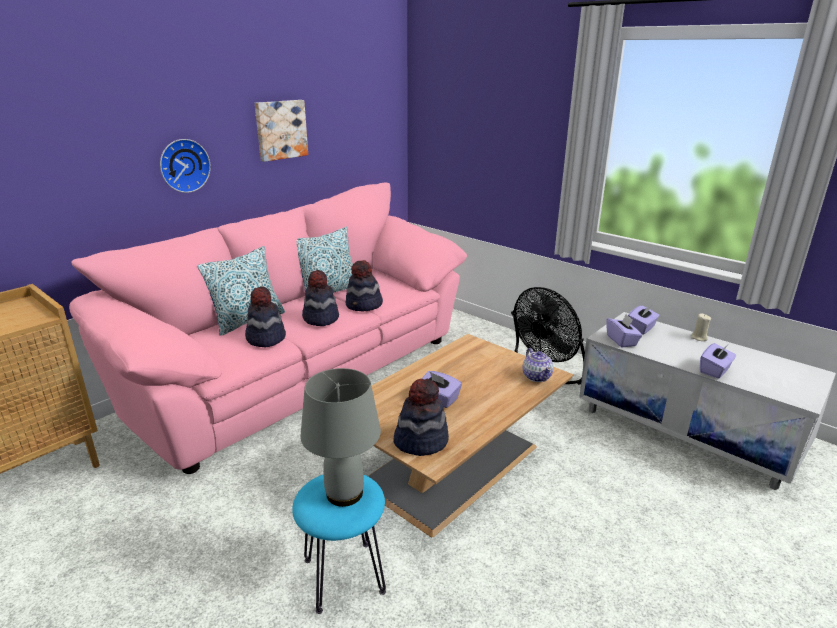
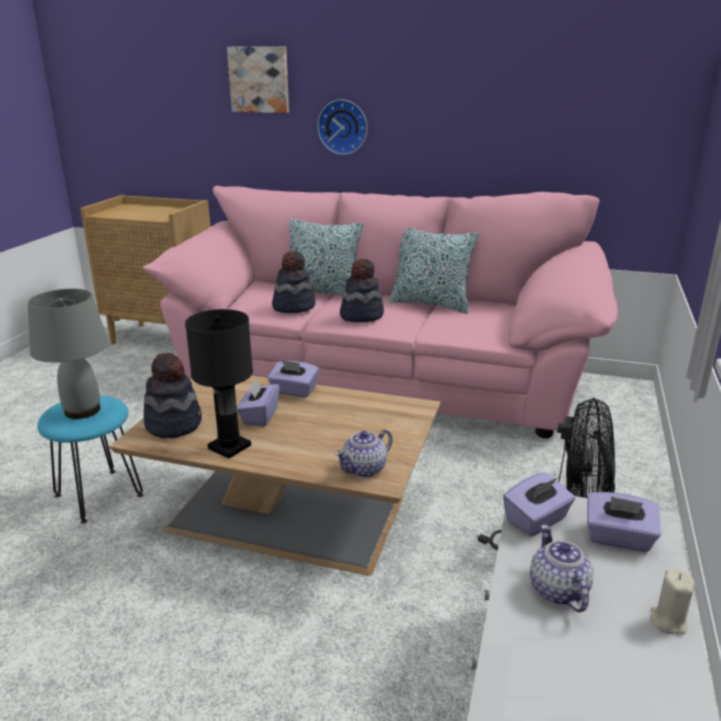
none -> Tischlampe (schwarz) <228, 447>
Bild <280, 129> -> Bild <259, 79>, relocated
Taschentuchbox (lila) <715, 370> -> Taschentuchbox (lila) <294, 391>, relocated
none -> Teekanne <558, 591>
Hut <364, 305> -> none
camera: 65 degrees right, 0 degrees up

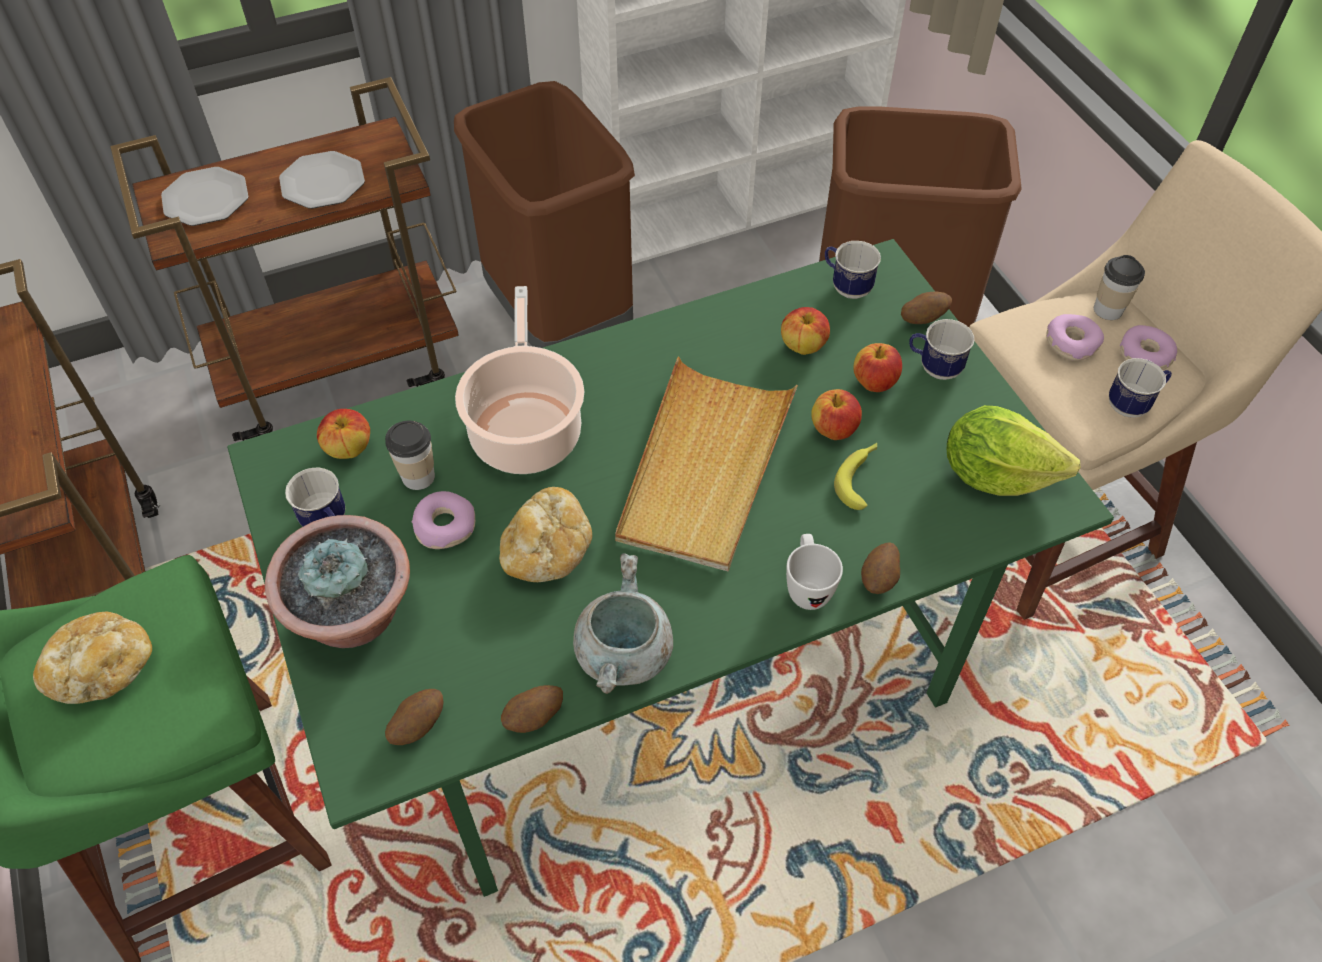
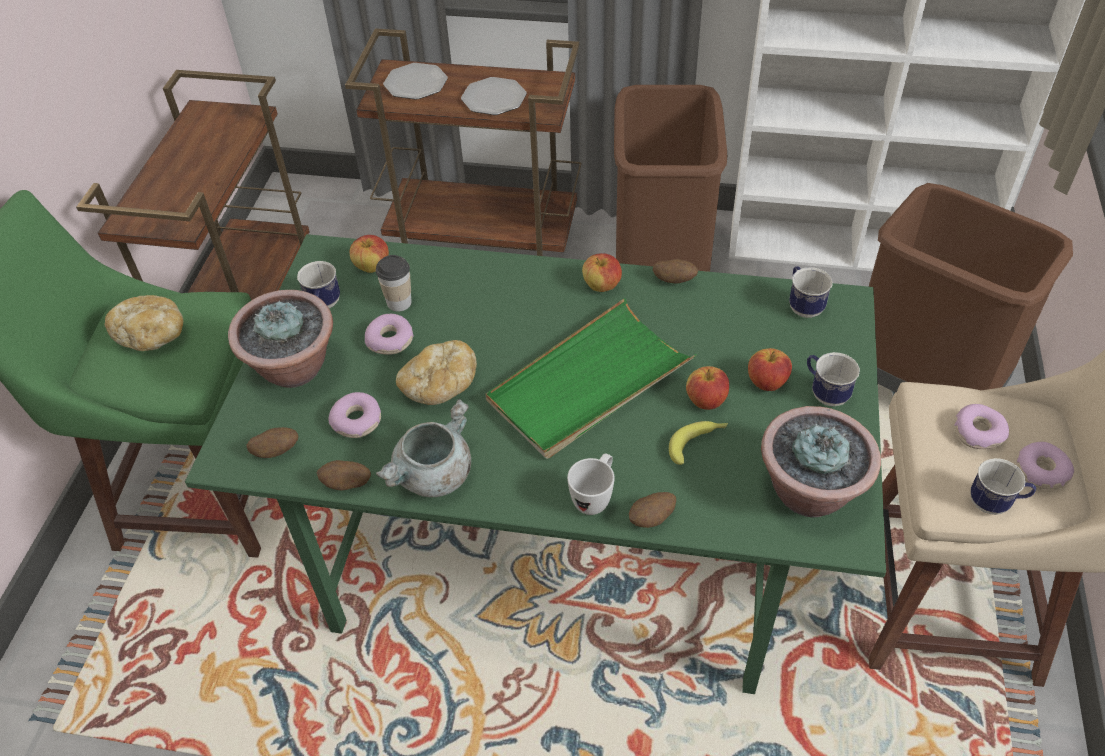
none -> Donut <357, 421>
Tablett (beige) <704, 468> -> Tablett (grün) <589, 383>
Apfel <803, 346> -> Apfel <602, 286>, relocated
Kartoffel <922, 319> -> Kartoffel <674, 280>, relocated
Salatkopf <995, 474> -> Topfpflanze <809, 492>
Kochtopf <526, 429> -> none
Tasse <1108, 310> -> none
camera: 35 degrees right, 5 degrees down

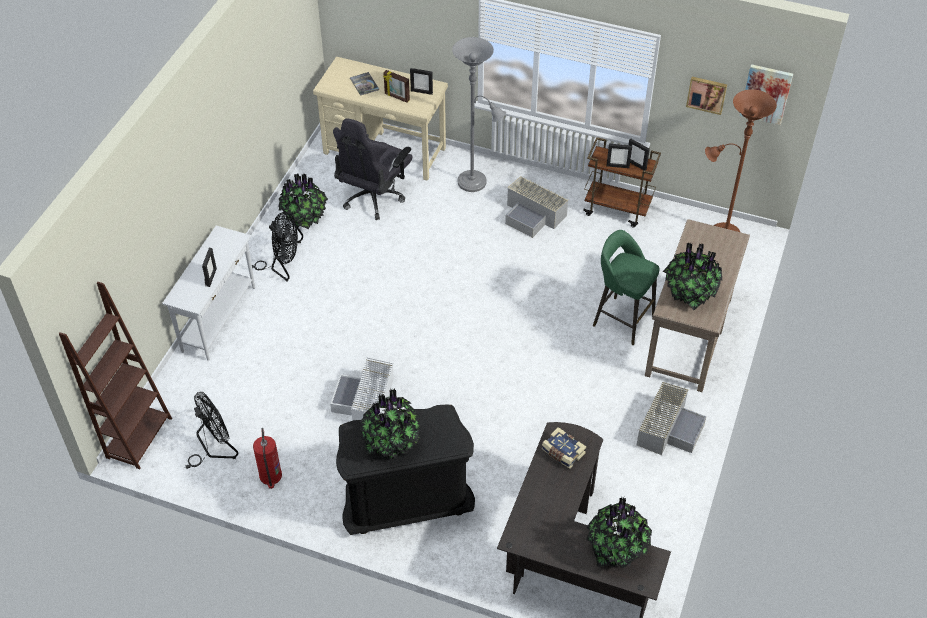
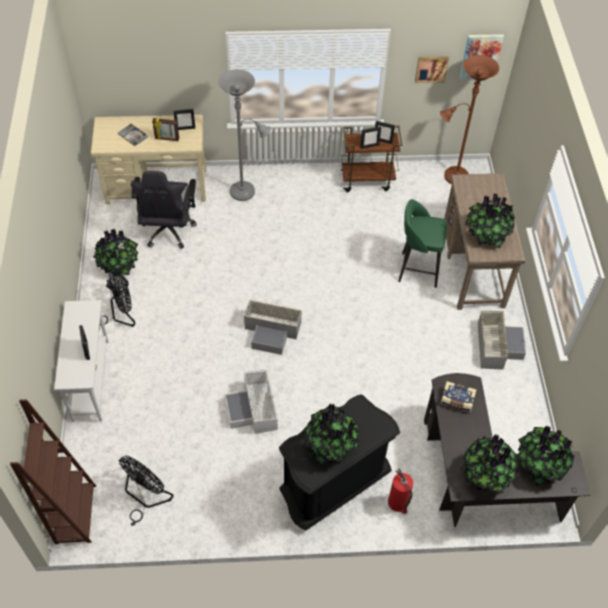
Aufbewahrungsbox (grau) <533, 215> -> Aufbewahrungsbox (grau) <272, 331>, relocated
Feuerlöscher <270, 476> -> Feuerlöscher <398, 503>, relocated
none -> Topfpflanze <485, 476>
camera: 25 degrees left, 5 degrees up

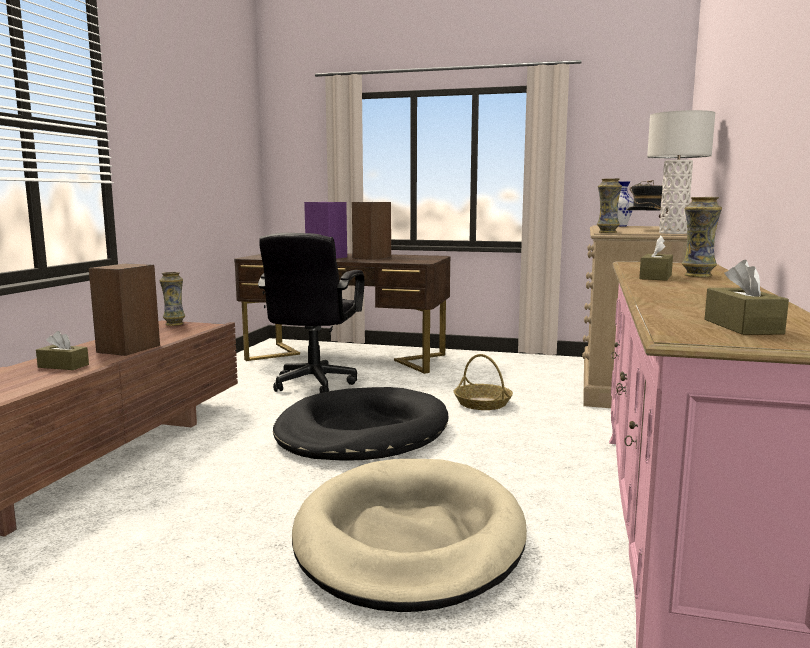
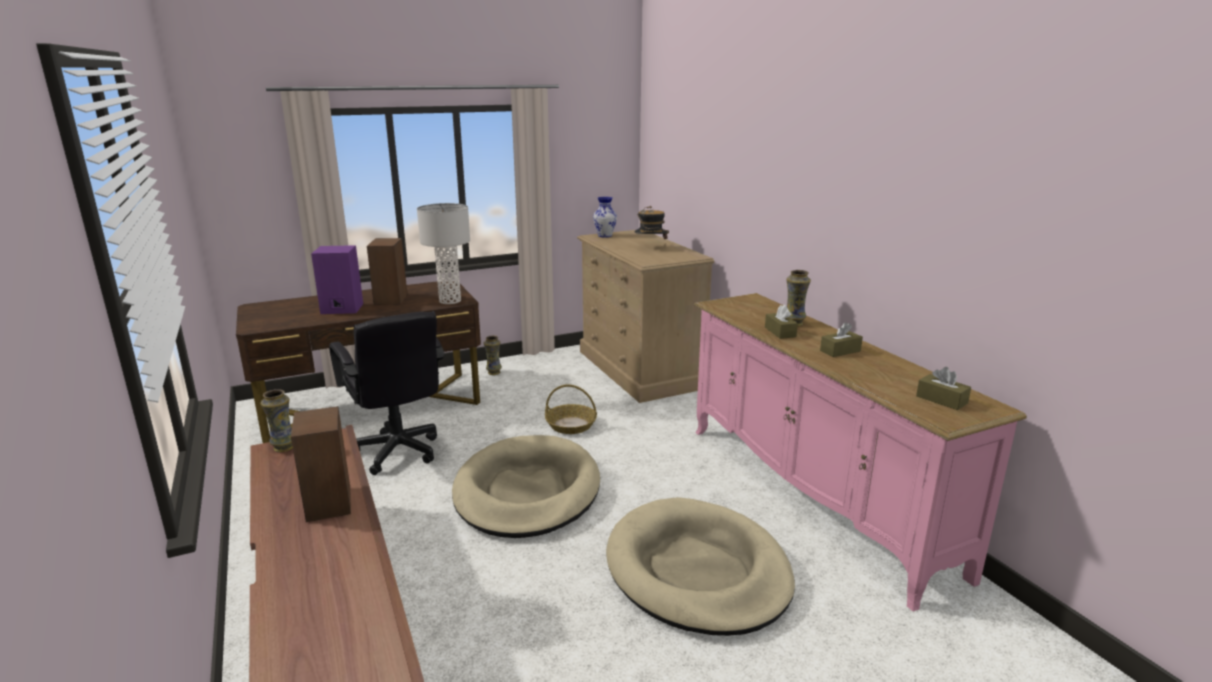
Tischlampe (weiß) <673, 233> -> Tischlampe (weiß) <450, 301>, relocated
Hundebett (schwarz) <362, 432> -> Hundebett (beige) <527, 492>
Vase <607, 232> -> Vase <493, 373>, relocated
Taschentuchbox (braun) <63, 366> -> Taschentuchbox (braun) <840, 351>, relocated
camera: 40 degrees left, 10 degrees up

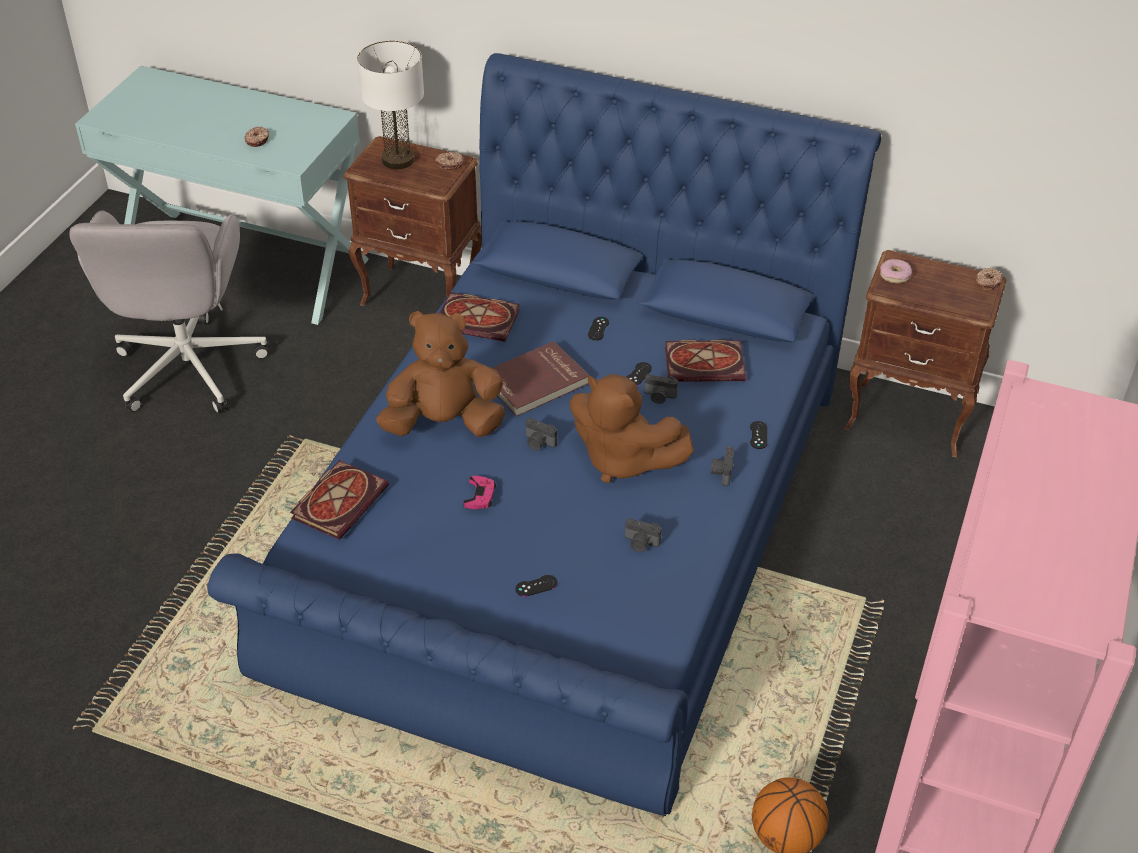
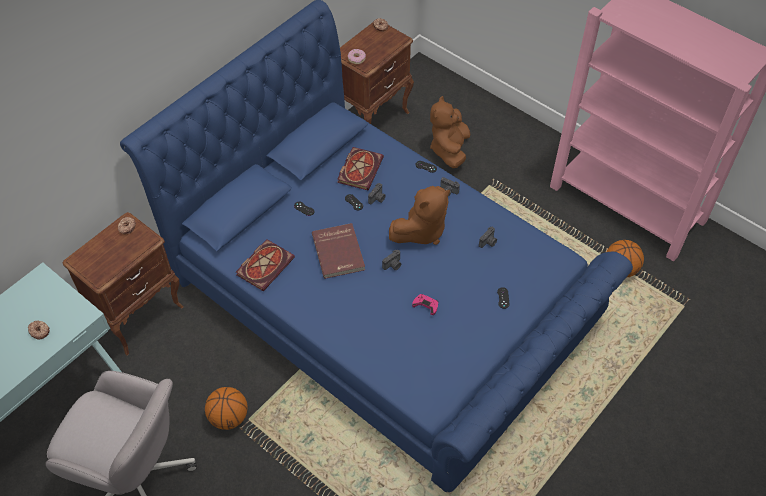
none -> Basketball <228, 417>
Plüschtier (braun) <444, 423> -> Plüschtier (braun) <449, 150>, relocated
Buch <340, 500> -> none
Tischlampe <398, 160> -> none
camera: 70 degrees left, 10 degrees up

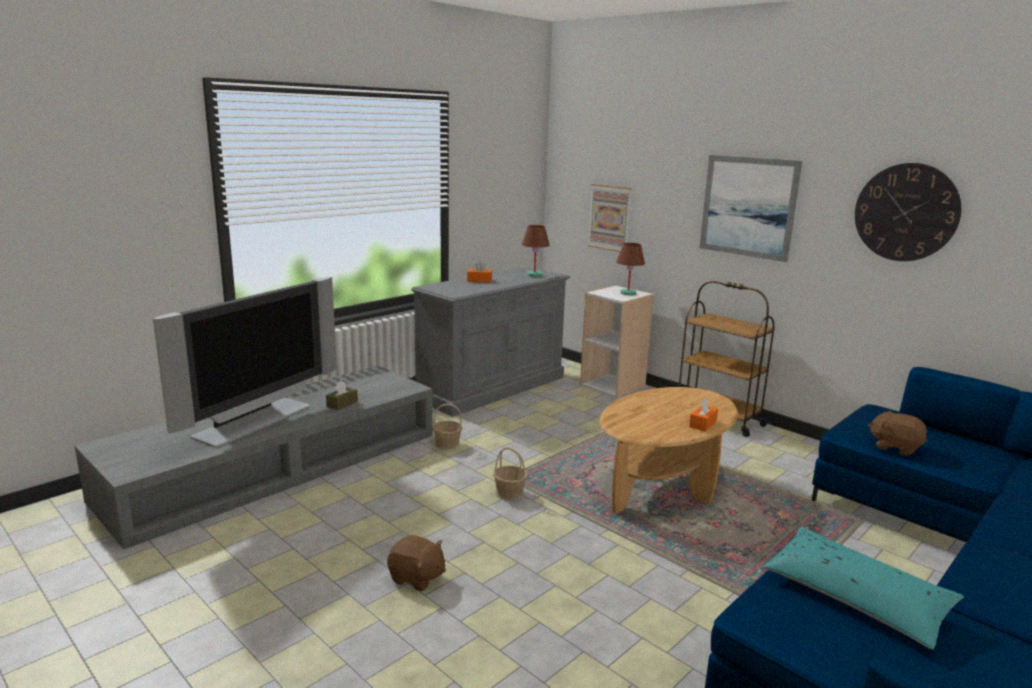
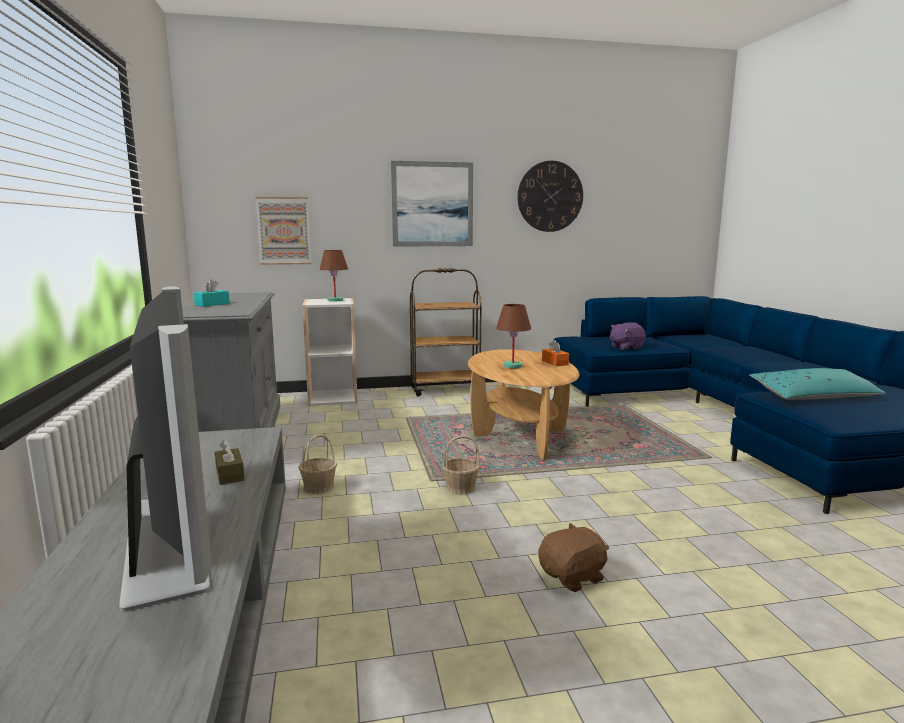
Taschentuchbox (orange) <479, 280> -> Taschentuchbox (türkis) <212, 304>
Tischlampe (braun) <534, 275> -> Tischlampe (braun) <512, 366>, relocated
Plüschtier (braun) <895, 447> -> Plüschtier (lila) <626, 347>
camera: 55 degrees left, 5 degrees down

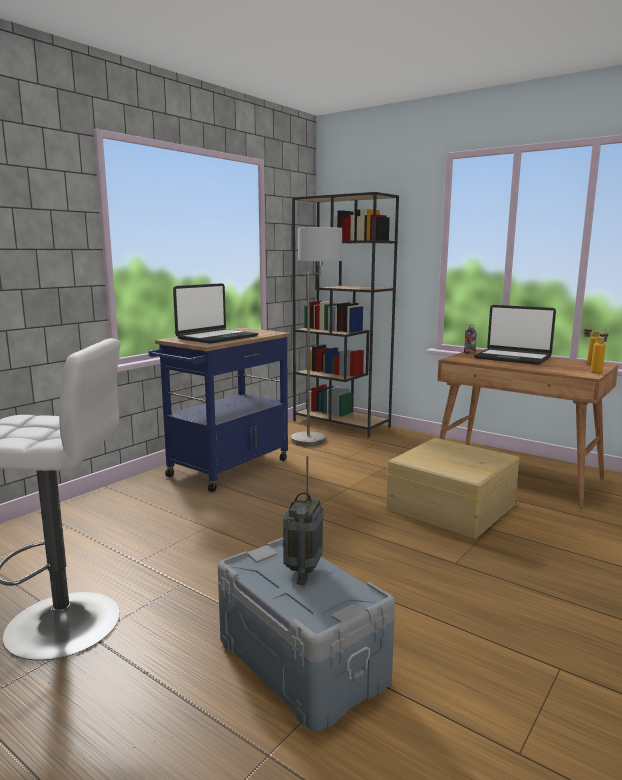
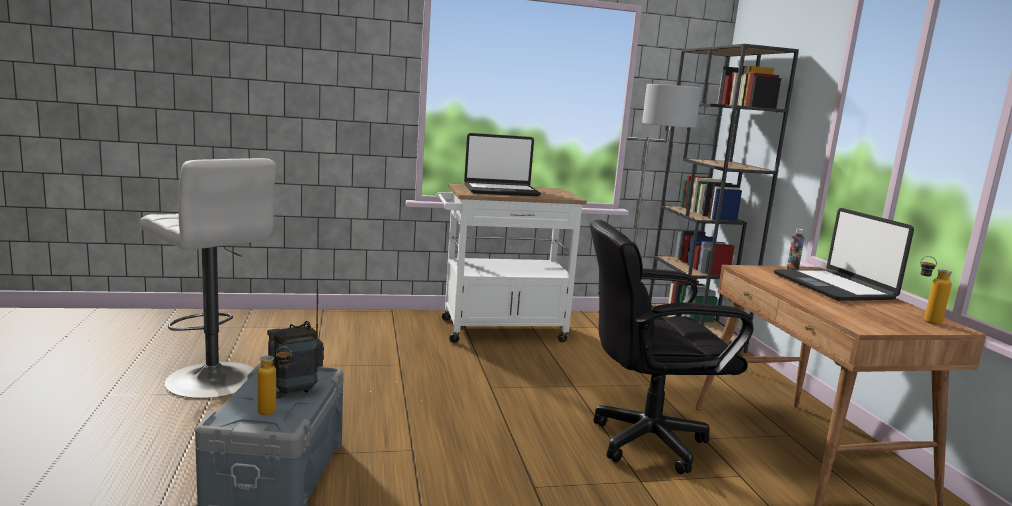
Flasche <597, 372> -> Flasche <274, 412>, relocated
Rollwagen (blau) <226, 469> -> Rollwagen (weiß) <498, 330>
Aufbewahrungsbox (beige) <450, 506> -> Bürostuhl (schwarz) <642, 444>
camera: 40 degrees right, 0 degrees up

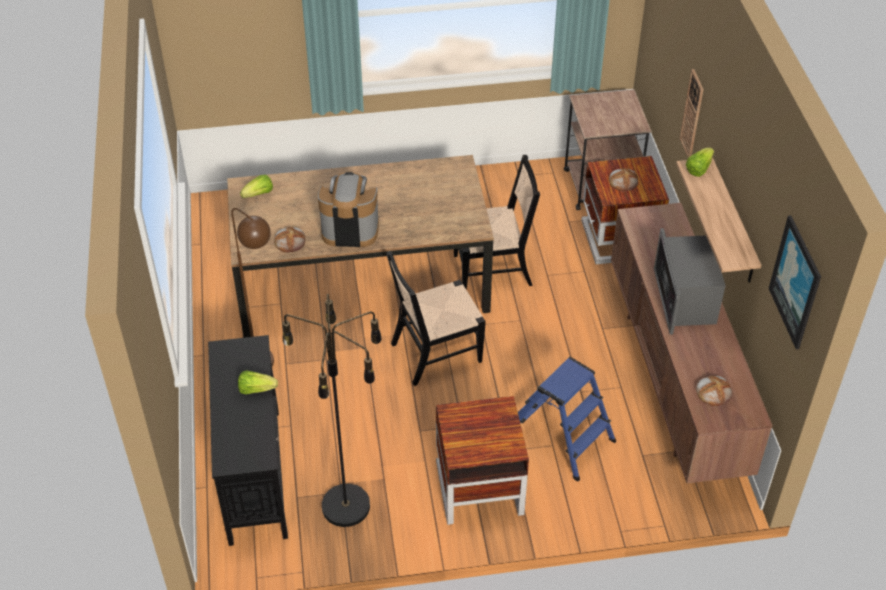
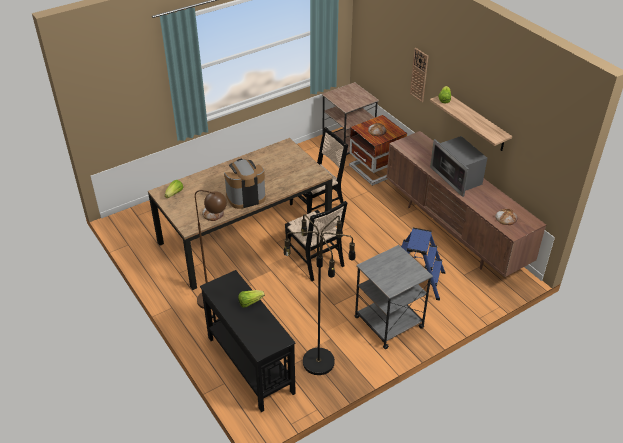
Stuhl <436, 353> -> Stuhl <315, 260>, 75 degrees counterclockwise
Nachttisch <479, 487> -> Rollwagen (grau) <388, 323>
Bild <796, 282> -> none
camera: 25 degrees left, 5 degrees down

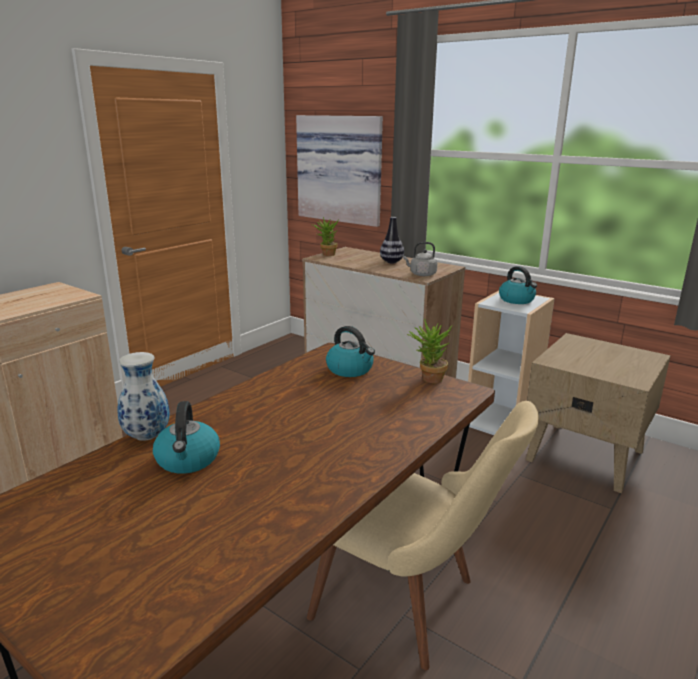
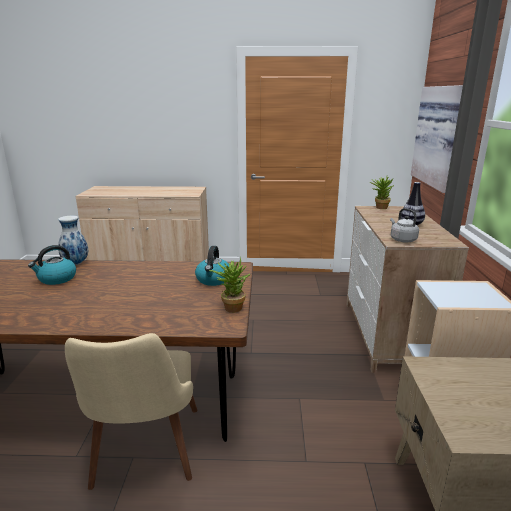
Wasserkessel <517, 300> -> none
camera: 55 degrees right, 0 degrees up

